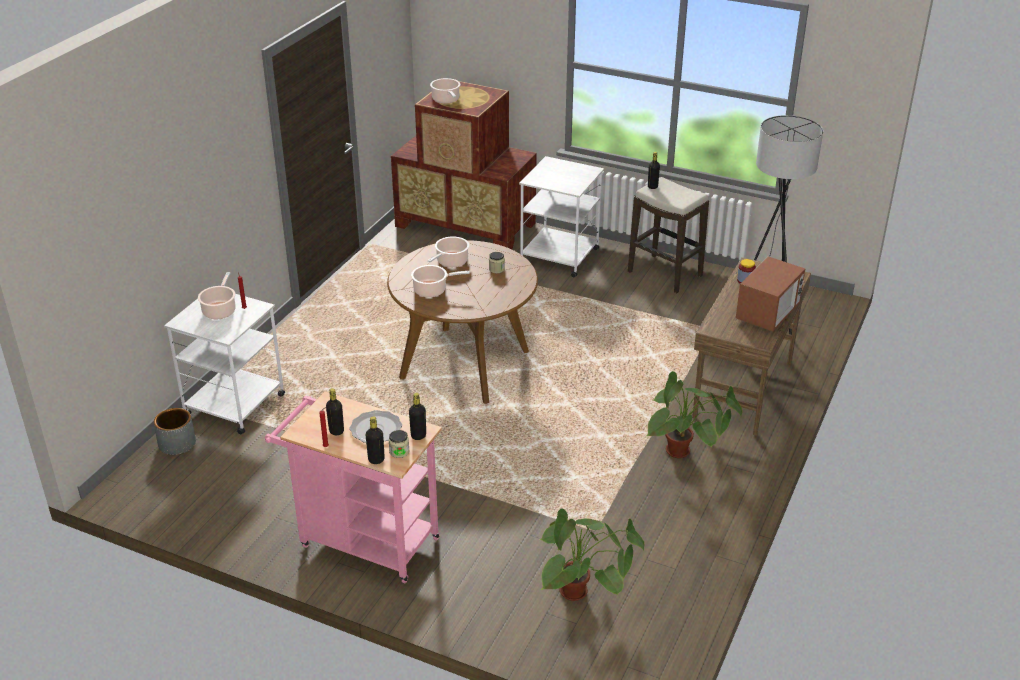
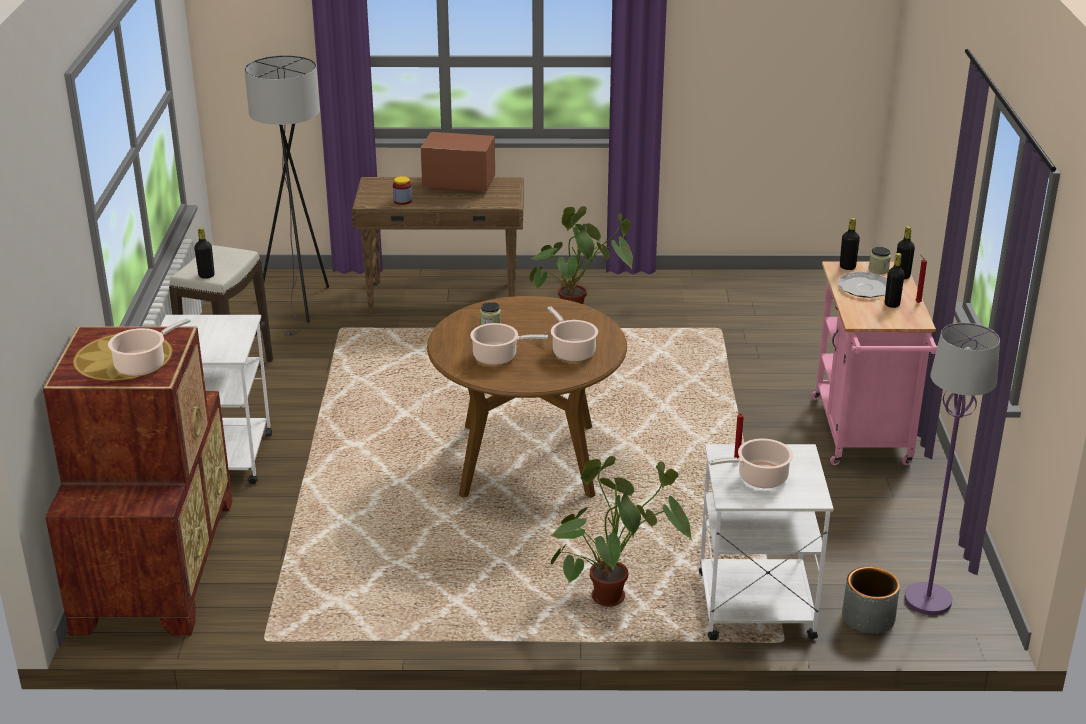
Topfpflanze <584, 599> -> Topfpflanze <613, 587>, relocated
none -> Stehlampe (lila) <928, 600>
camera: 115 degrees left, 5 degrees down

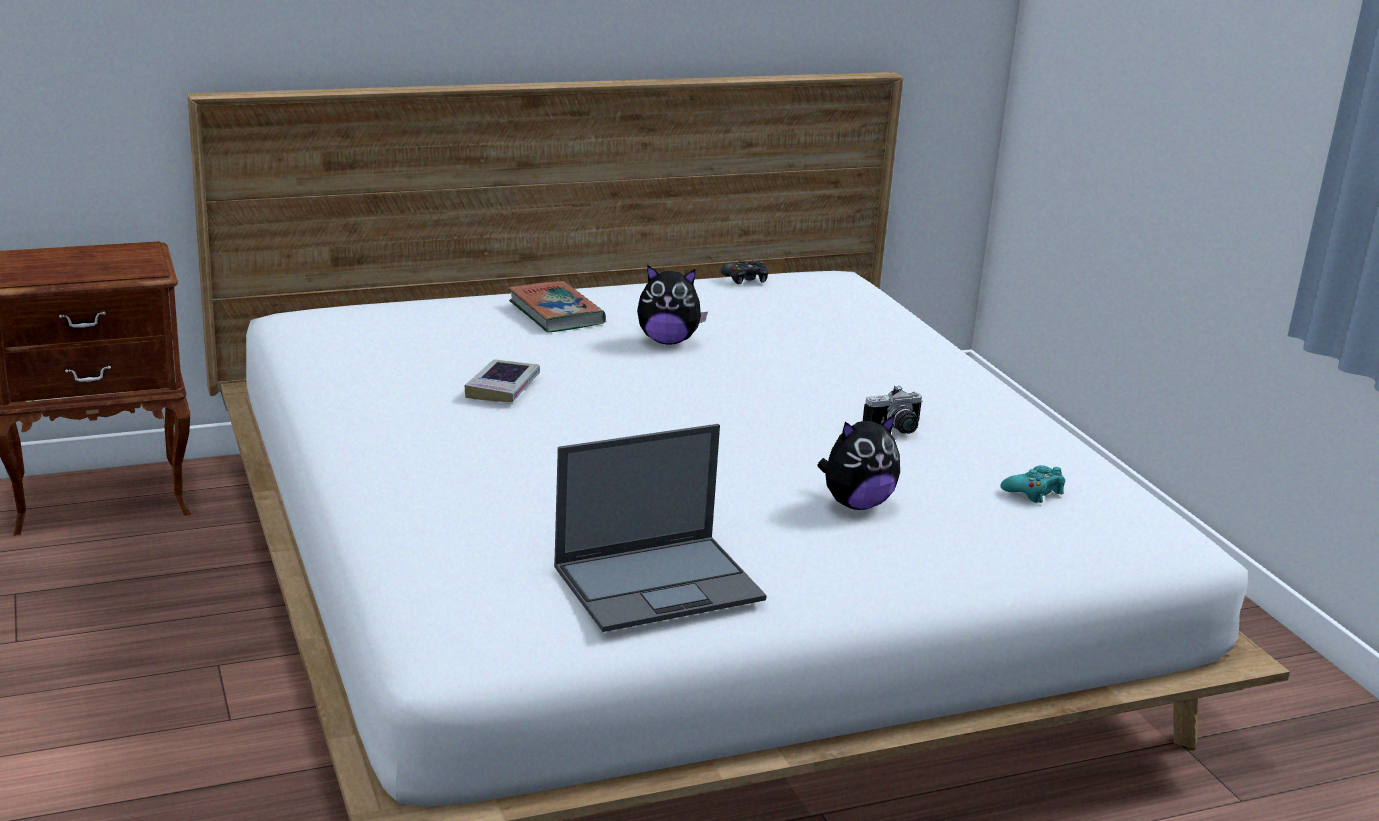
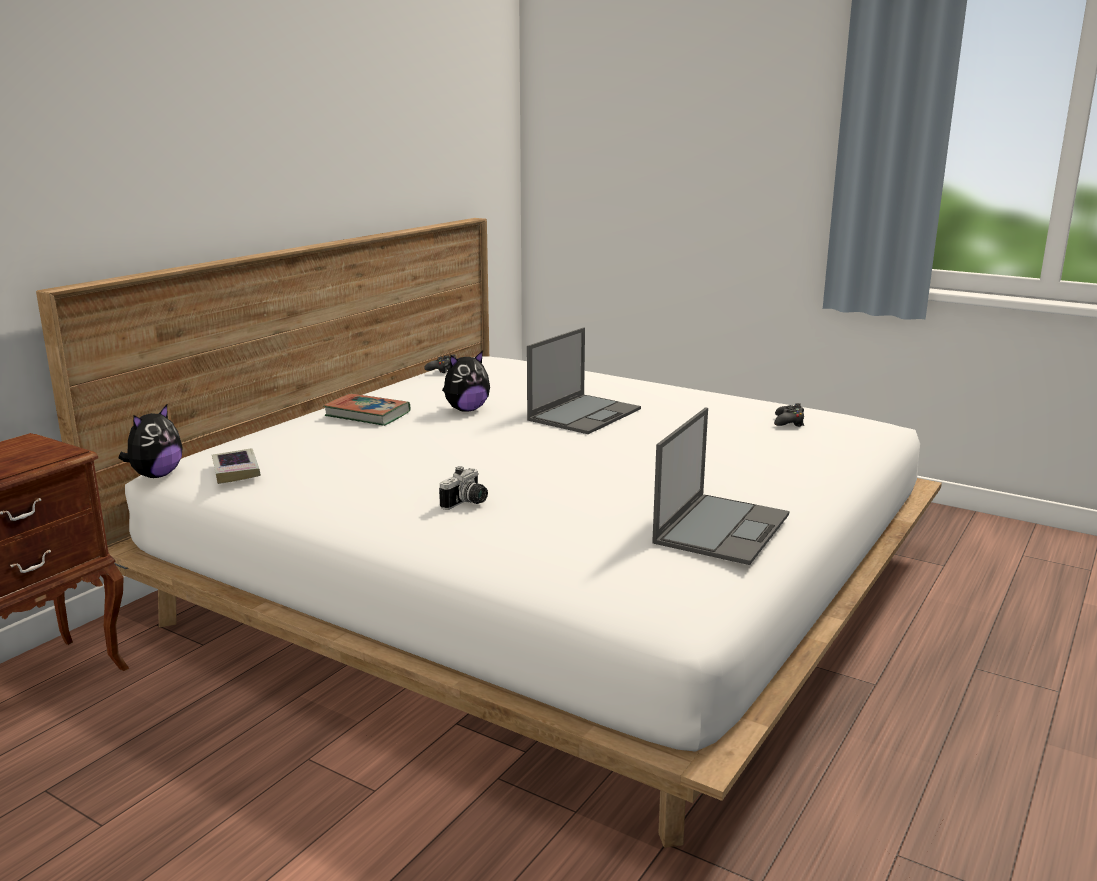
Plüschtier <856, 504> -> Plüschtier <156, 475>, relocated
Buch <503, 387> -> Buch <236, 471>, relocated
Kamera <895, 429> -> Kamera <467, 503>, relocated
none -> Laptop <585, 414>
Gamepad (türkis) <1034, 491> -> Gamepad (schwarz) <789, 422>
camera: 35 degrees left, 5 degrees down

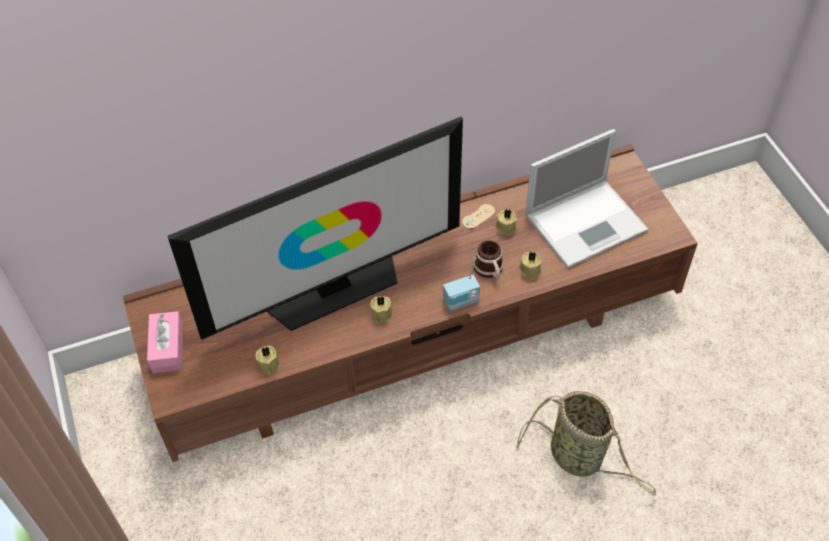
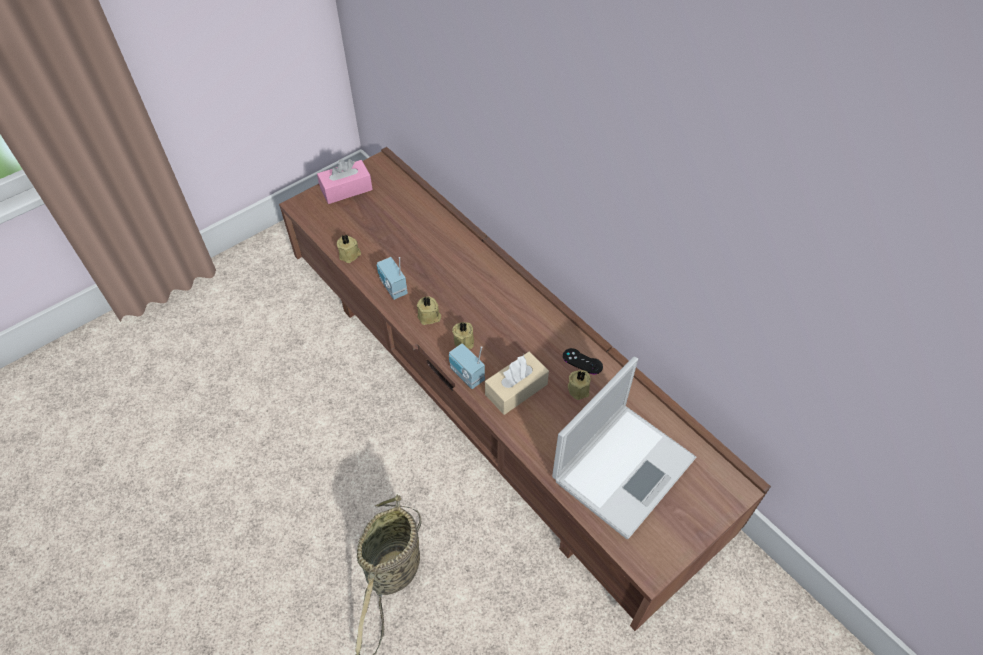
none -> Radio <392, 288>
Kerze (beige) <529, 270> -> Kerze (beige) <464, 341>, relocated
Henkelbecher <489, 270> -> Taschentuchbox (beige) <516, 389>
Laptop <587, 222> -> Laptop <625, 466>, 90 degrees counterclockwise
Gamepad (beige) <478, 217> -> Gamepad (schwarz) <582, 361>
Fernseher <334, 288> -> none
camera: 70 degrees right, 0 degrees up

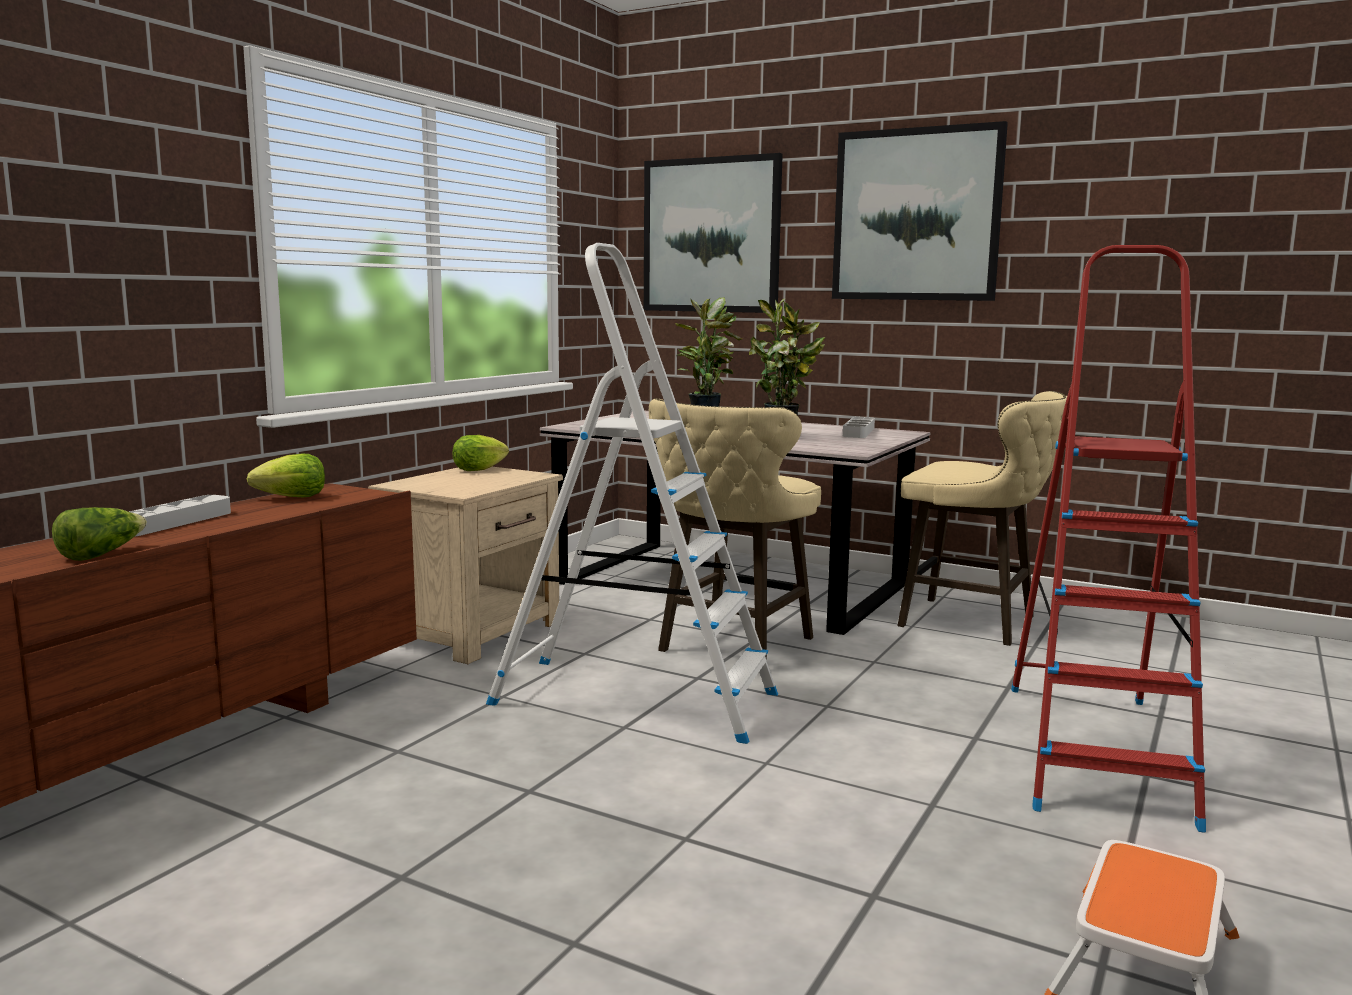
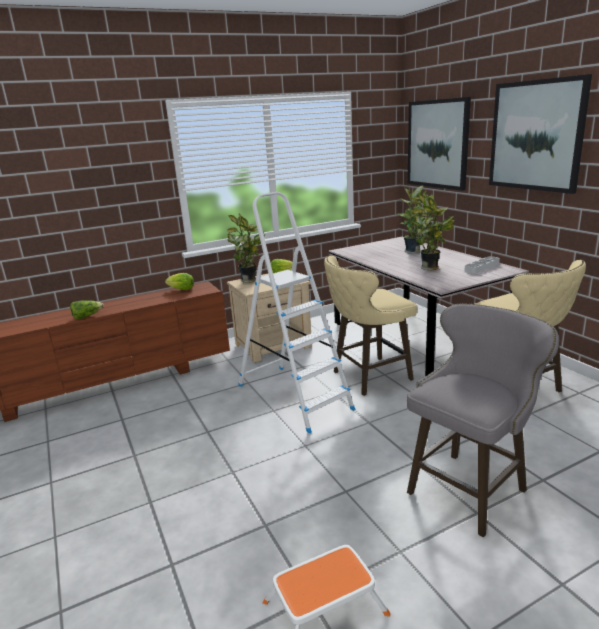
none -> Topfpflanze <250, 280>
Trittleiter (rot) <1094, 750> -> Hocker (grau) <470, 488>
Tablett (grau) <173, 522> -> none
camera: 35 degrees right, 10 degrees up

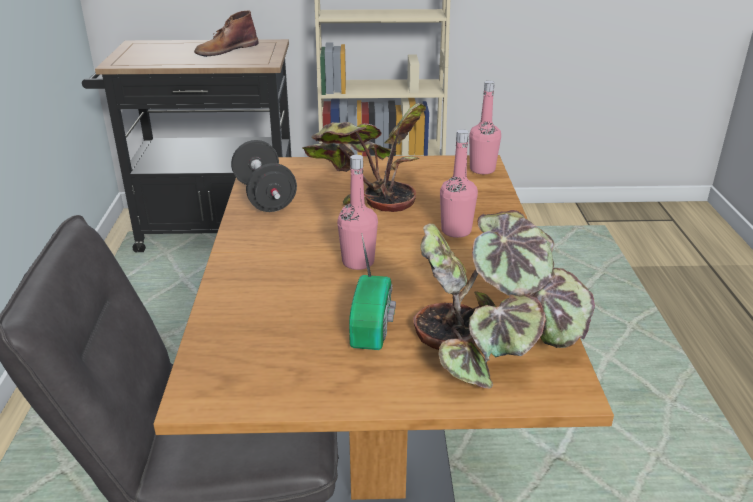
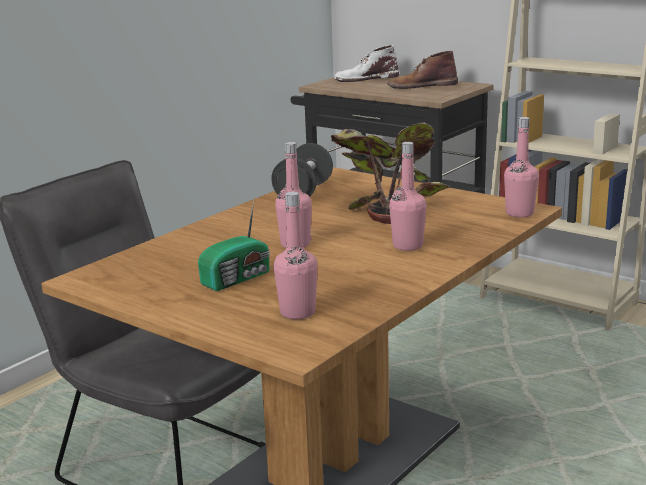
Topfpflanze <493, 344> -> Flasche (rosa) <297, 312>
none -> Stiefel (weiß) <366, 78>
camera: 40 degrees right, 10 degrees down

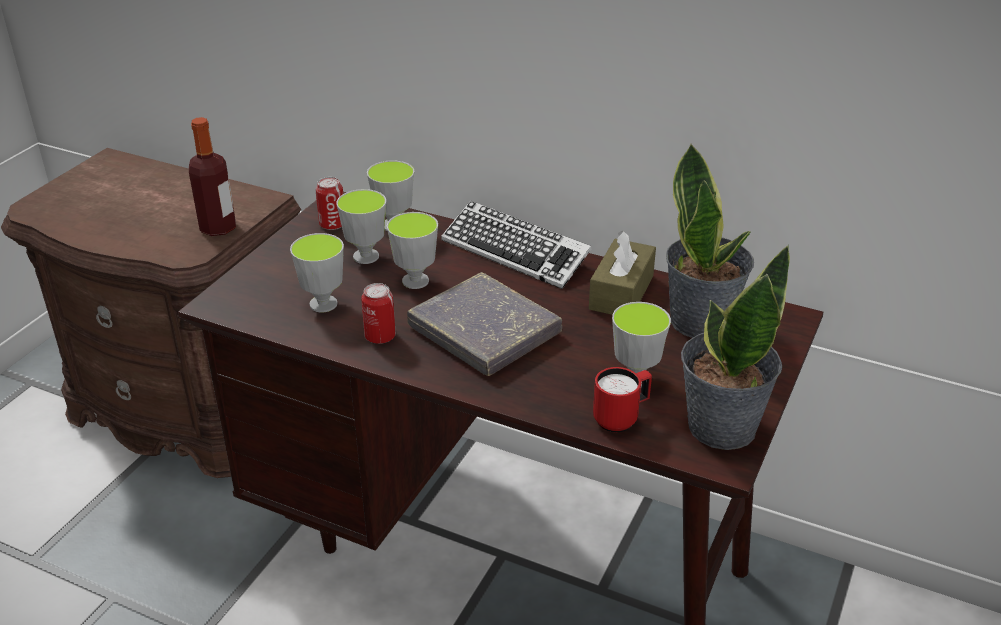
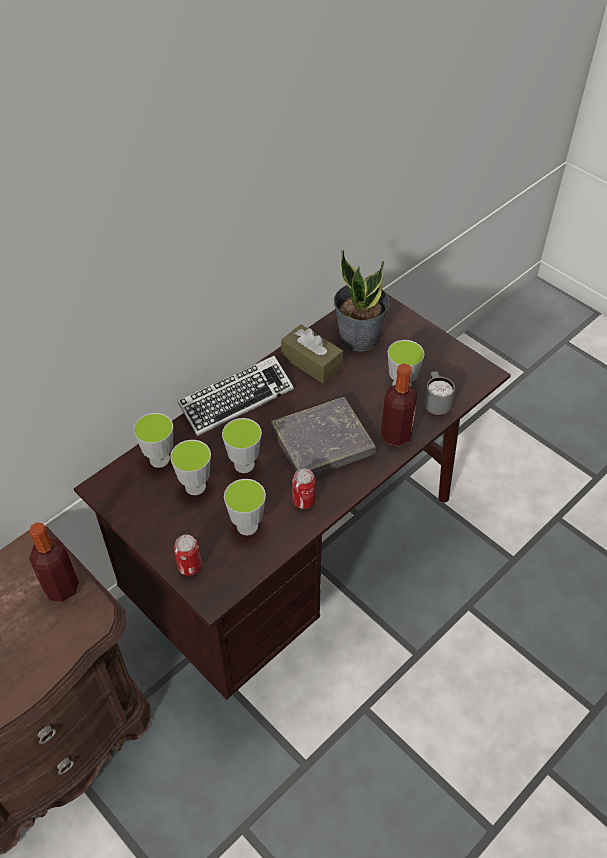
Dose <332, 225> -> Dose <189, 566>, relocated
none -> Flasche <396, 435>
Henkelbecher (rot) <621, 418> -> Henkelbecher (grau) <435, 404>
Topfpflanze <720, 426> -> none
camera: 70 degrees left, 15 degrees up

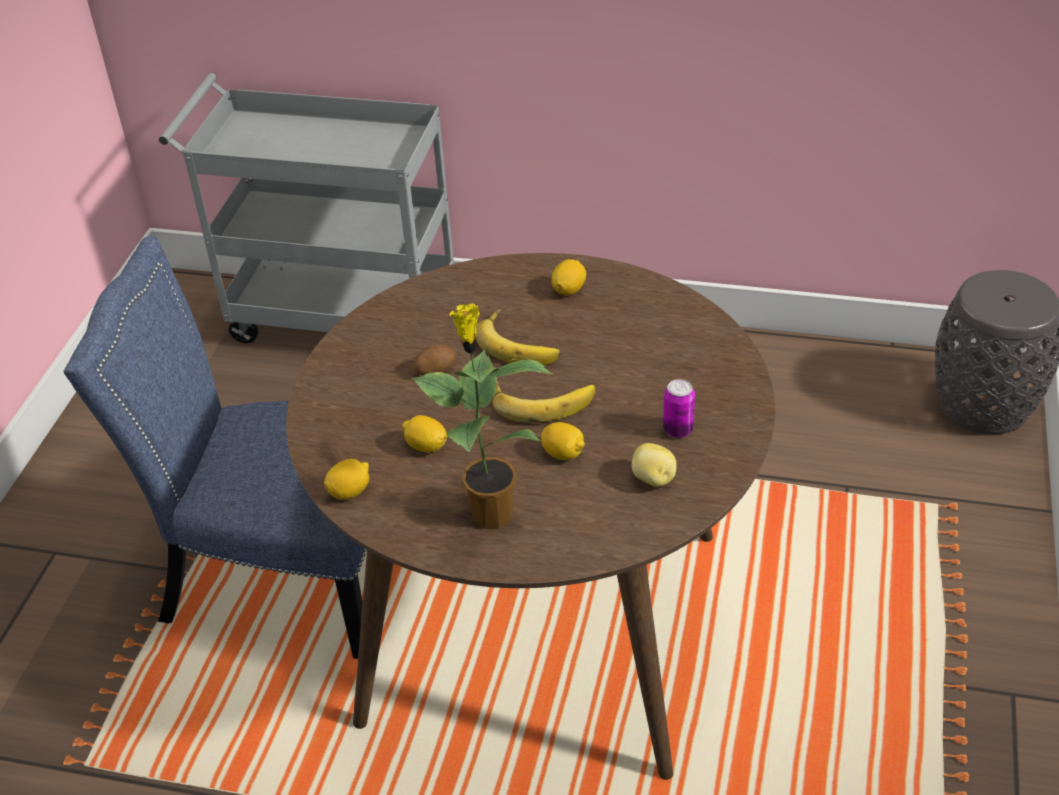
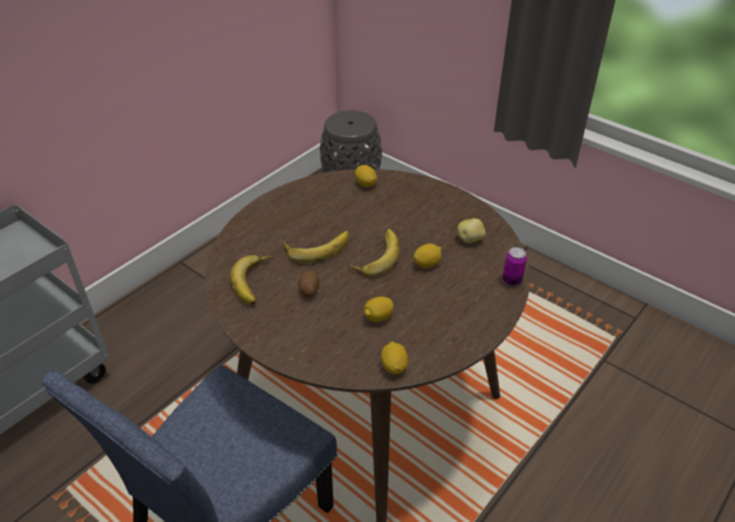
none -> Banane <256, 282>
Zitrone <569, 289> -> Zitrone <365, 184>, relocated
Dose <678, 430> -> Dose <512, 280>, relocated
Topfpflanze <490, 512> -> none
camera: 65 degrees left, 0 degrees up

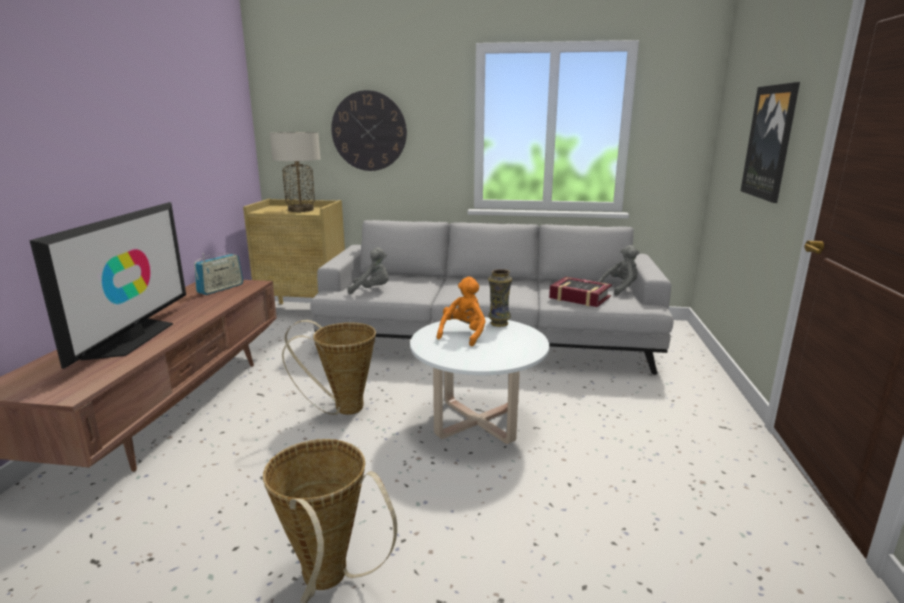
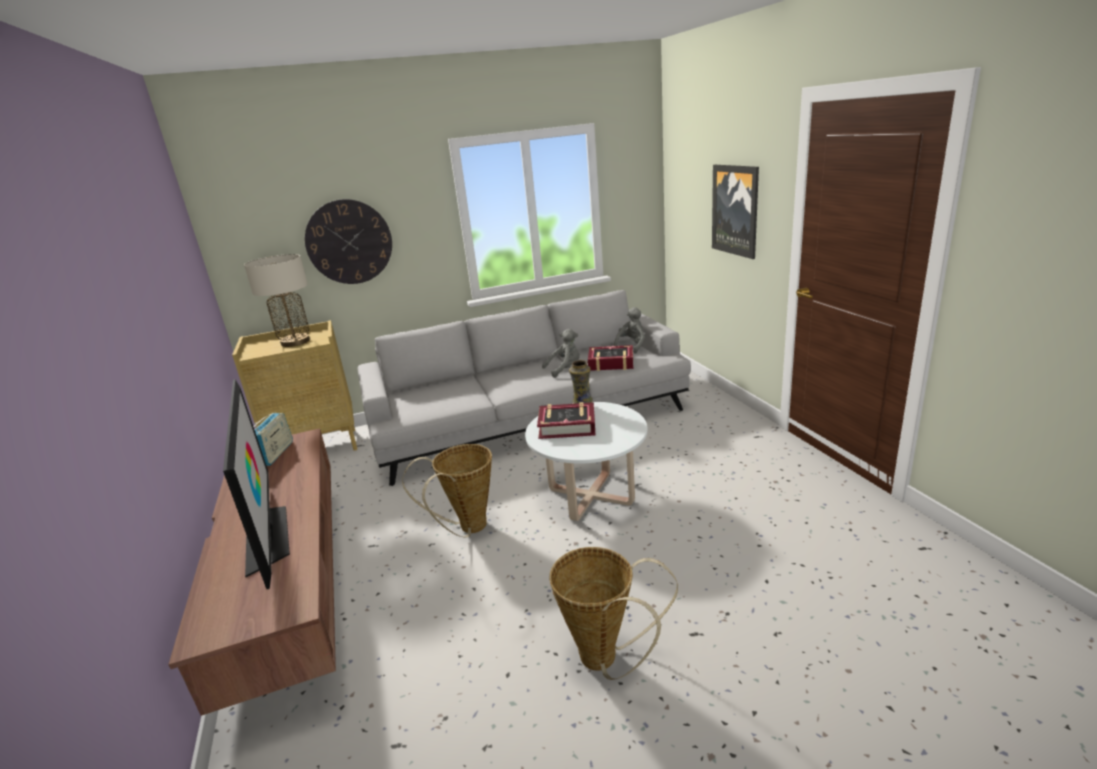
Plüschtier (orange) <463, 334> -> Buch <567, 426>
Plüschtier (grau) <372, 290> -> Plüschtier (grau) <564, 369>, relocated
camera: 25 degrees left, 5 degrees up

